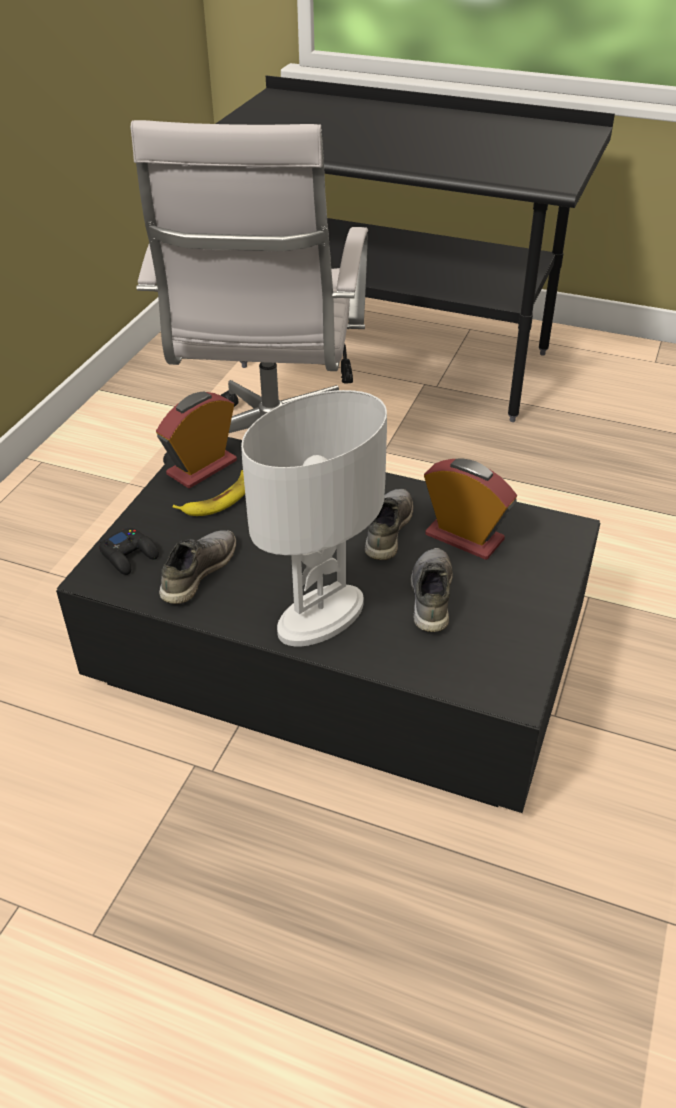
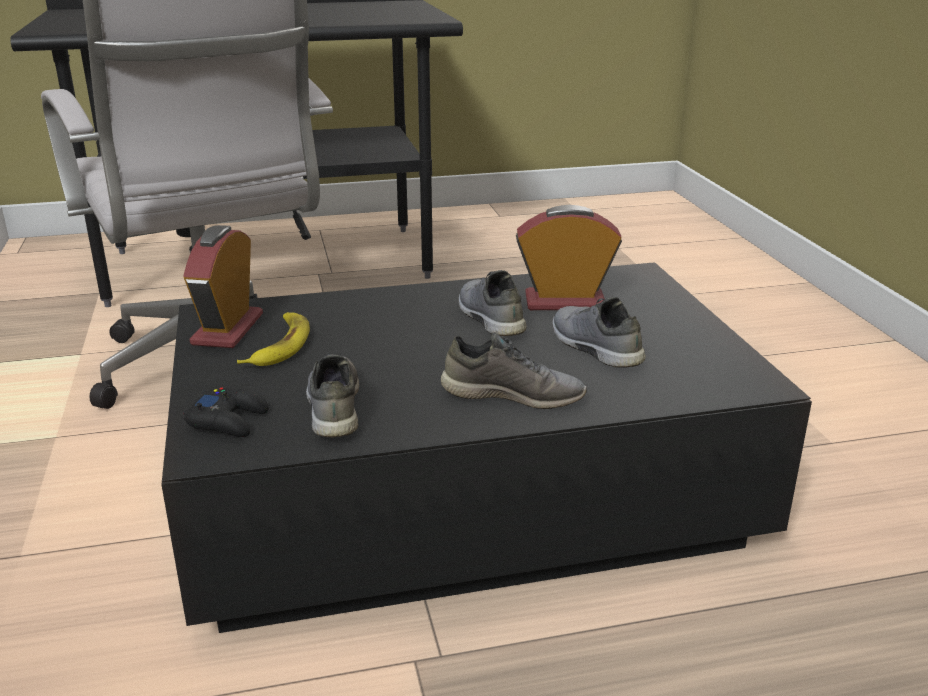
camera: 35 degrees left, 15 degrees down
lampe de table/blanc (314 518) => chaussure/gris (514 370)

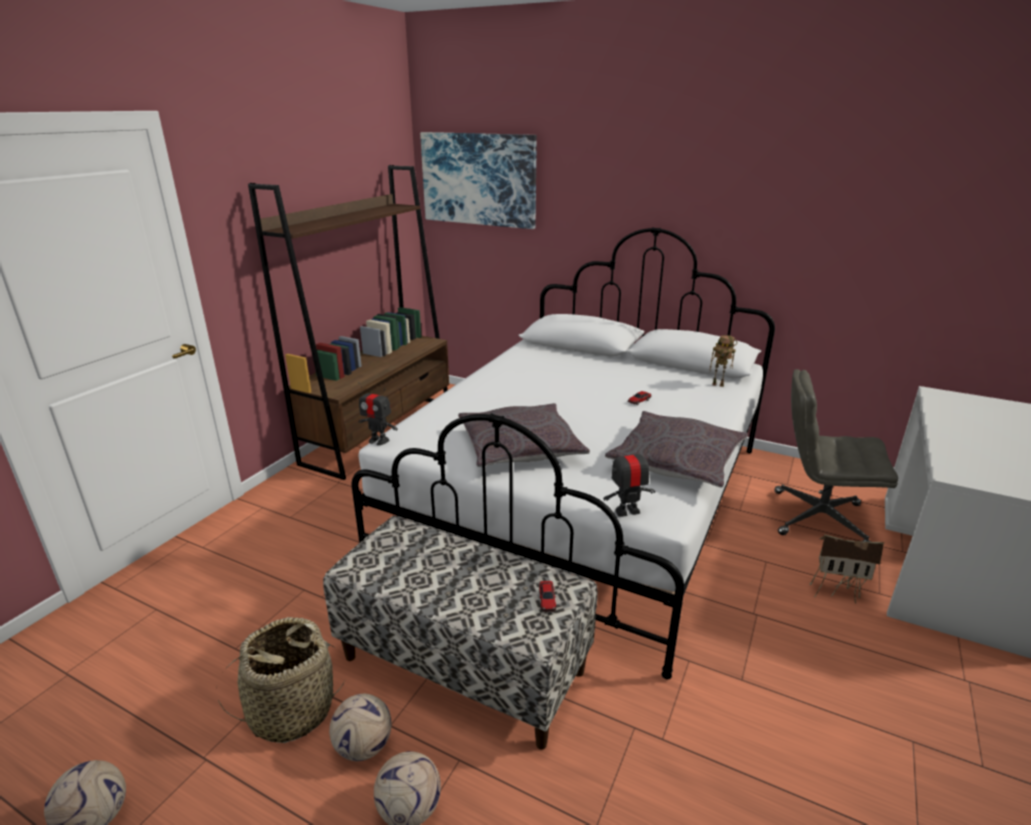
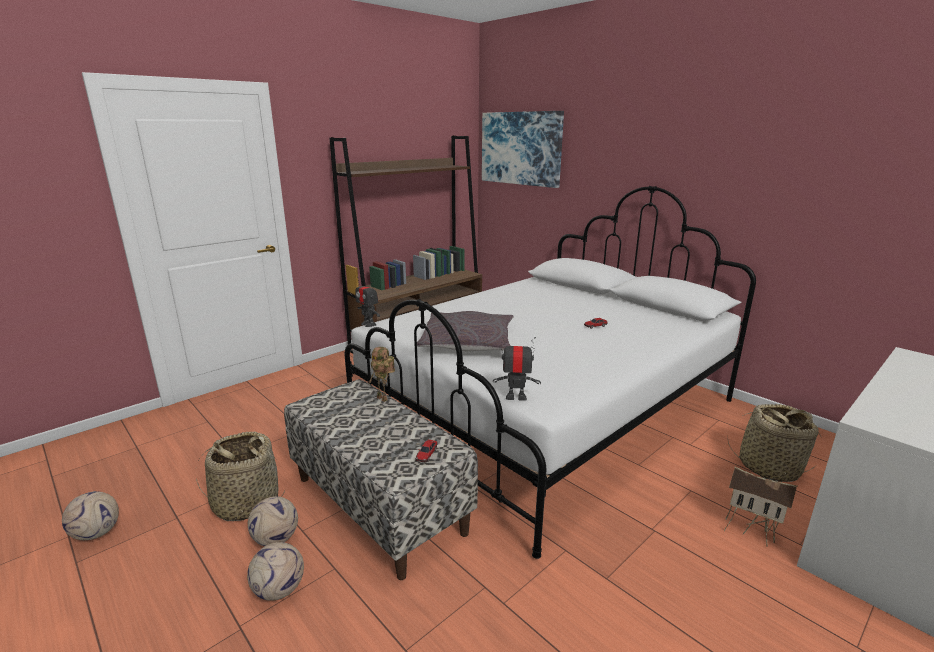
camera: 20 degrees right, 5 degrees down
coussin/gris (676 449) => nothing
robot jouet (723 361) => robot jouet (381 374), relocated
chaise de bureau/gris (836 455) => panier (774 443)

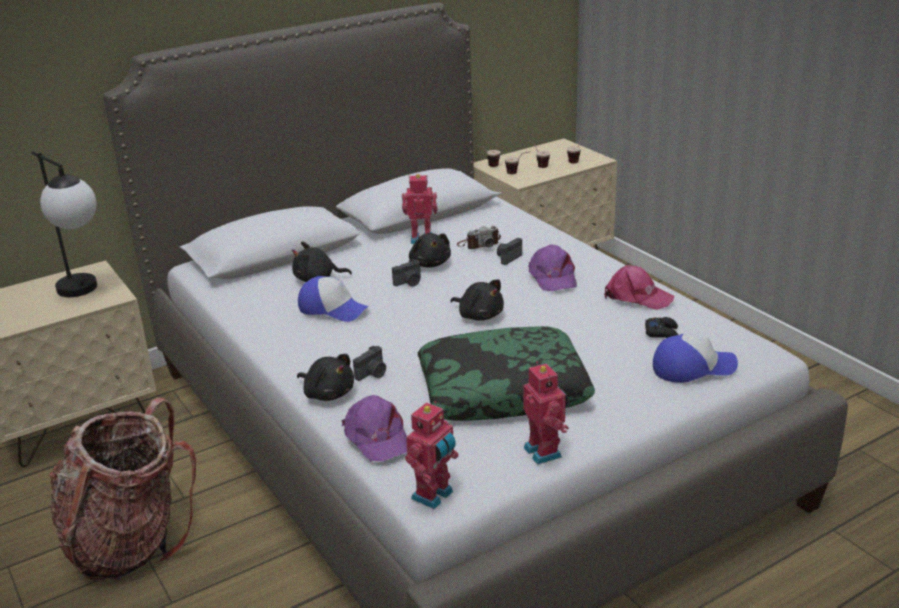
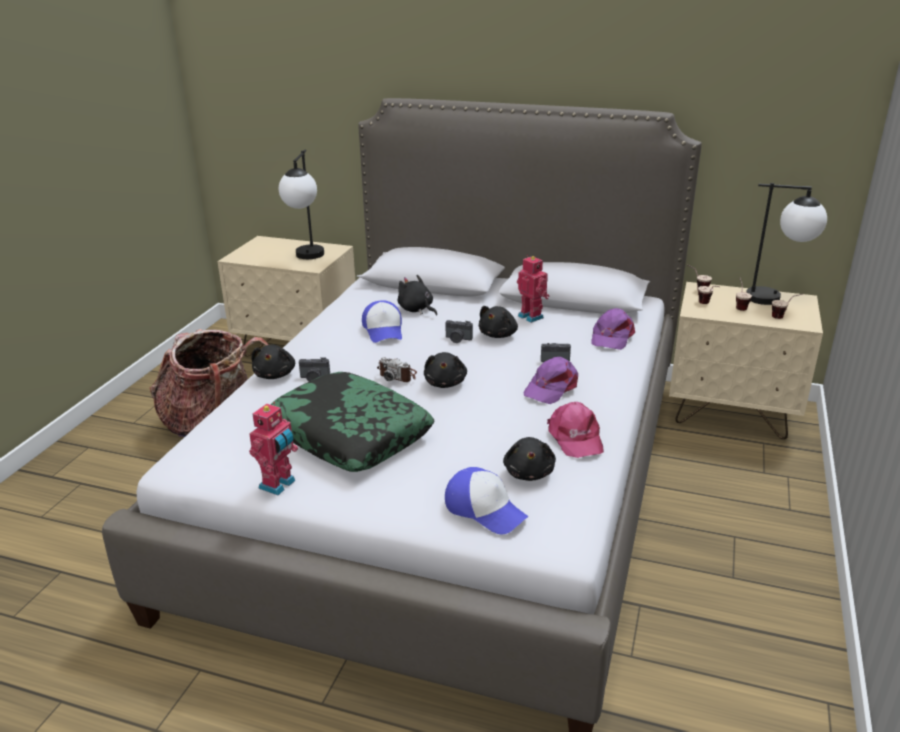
camera: 50 degrees right, 0 degrees up
robot jouet (432 455) => nothing
nothing => lampe de table (786 244)
casquette/violet (374 428) => casquette/violet (613 329), relocated
appareil photo (479 237) => appareil photo (397 369), relocated
manette/noir (661 327) => peluche/noir (529 459)

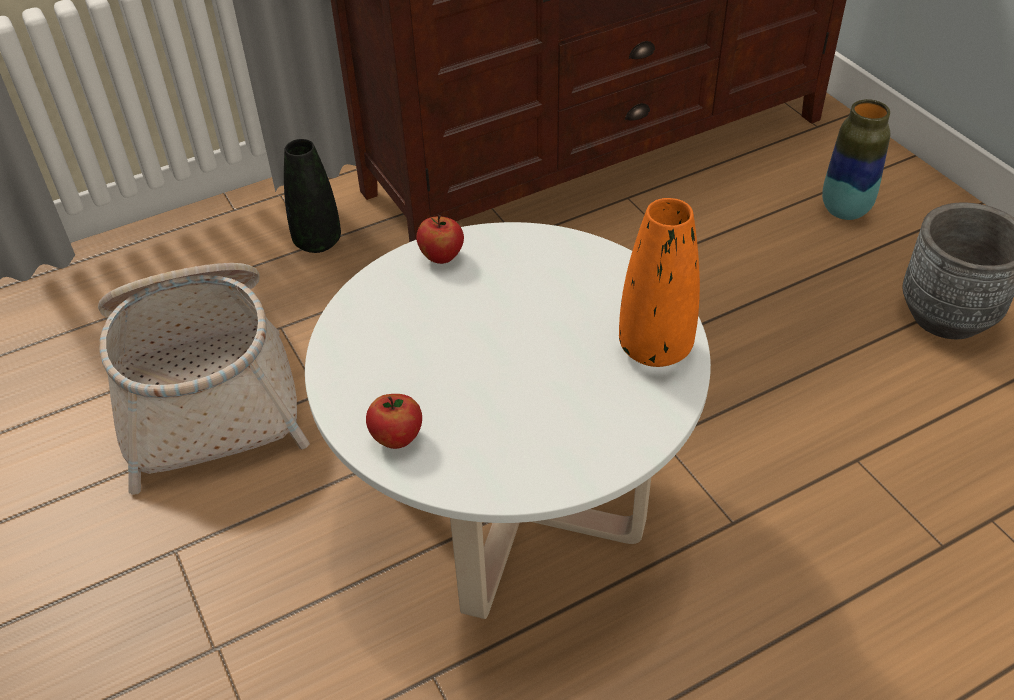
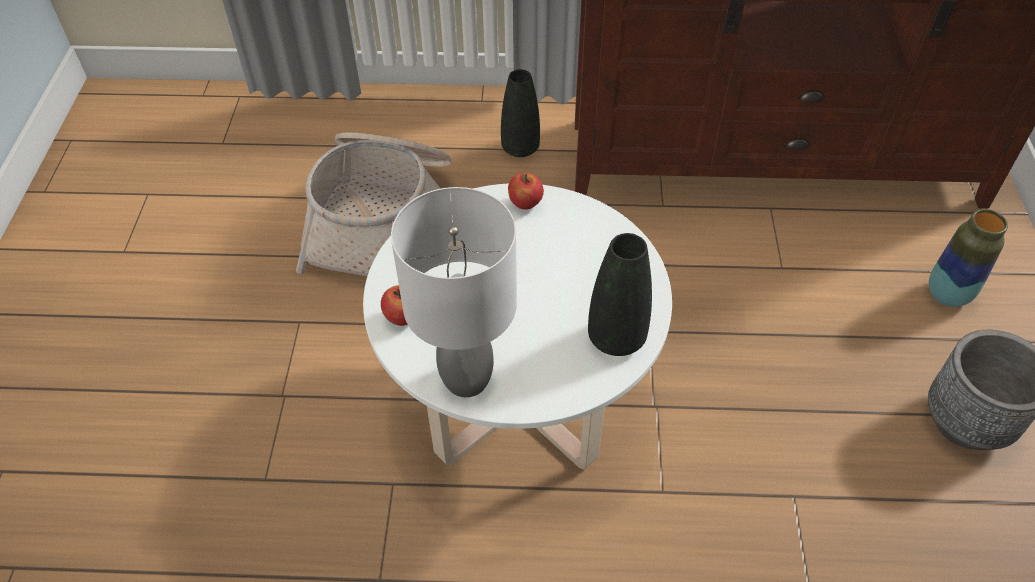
camera: 30 degrees right, 5 degrees up
nothing => lampe de table/gris (454 292)
vase/orange (659 282) => vase/noir (620 294)

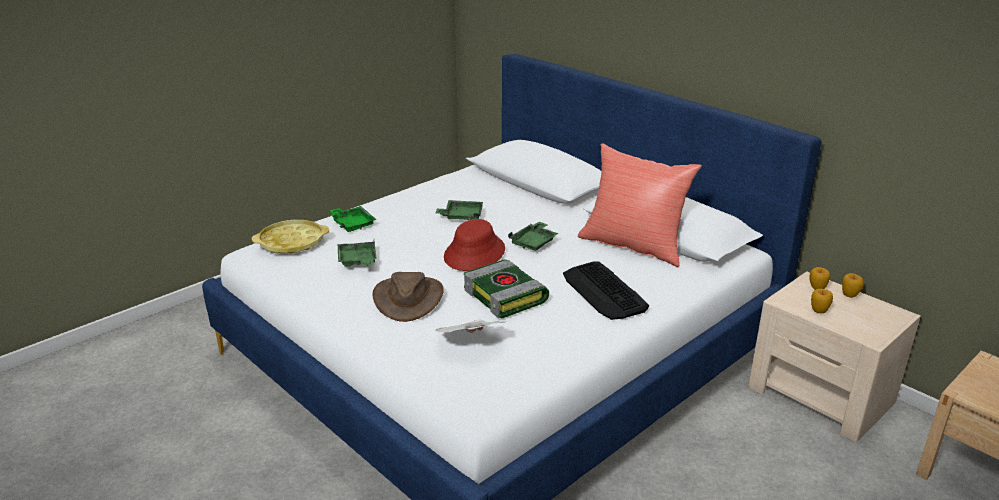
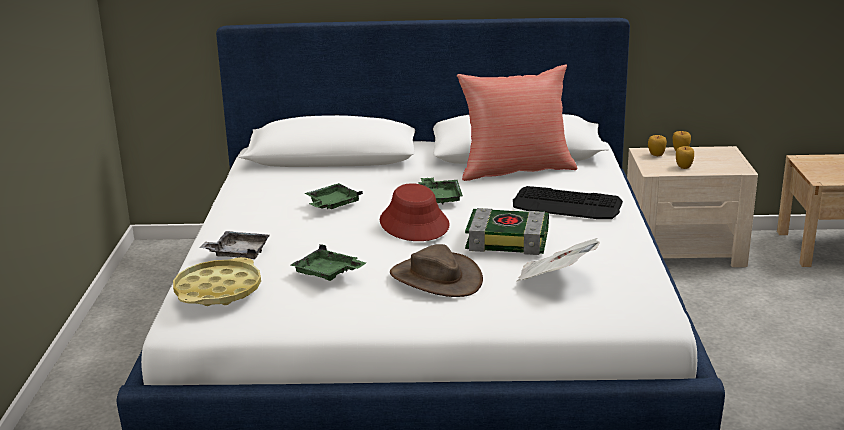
camera: 45 degrees left, 5 degrees down
plateau/vert (352 219) => plateau/gris (235 245)

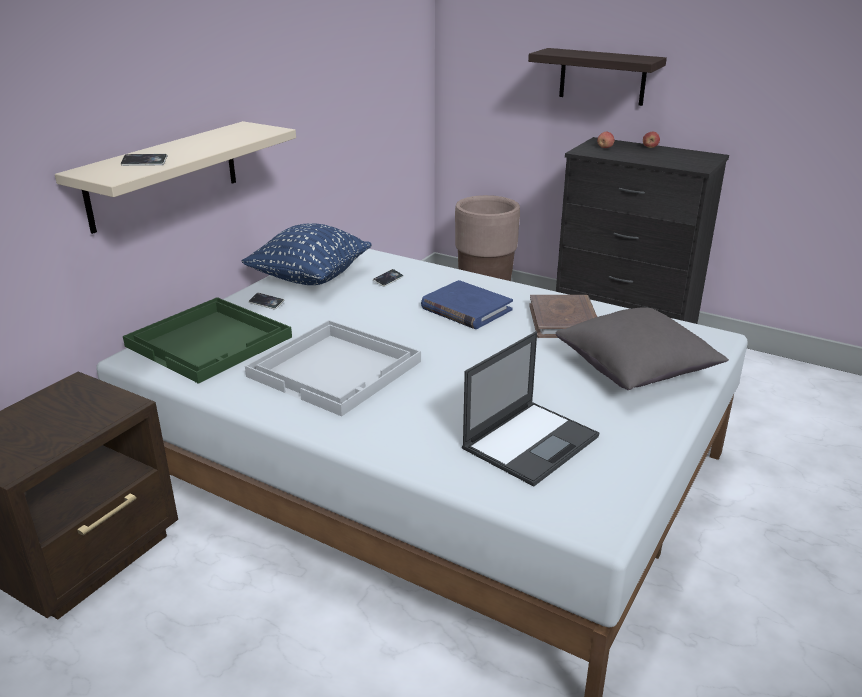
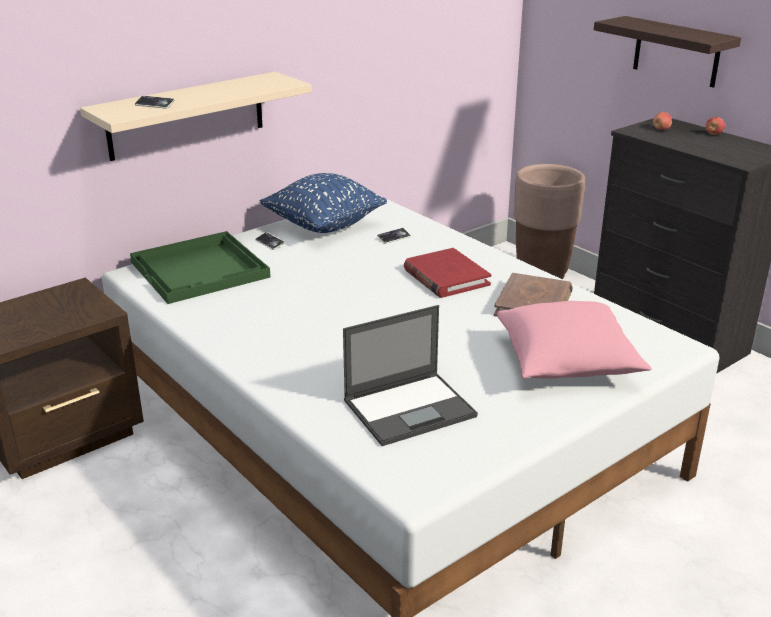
camera: 20 degrees right, 0 degrees up
plateau/blanc (333 368) => nothing
livre/bleu (467 304) => livre/rouge (447 273)
coussin/gris (642 348) => coussin/rose (574 340)

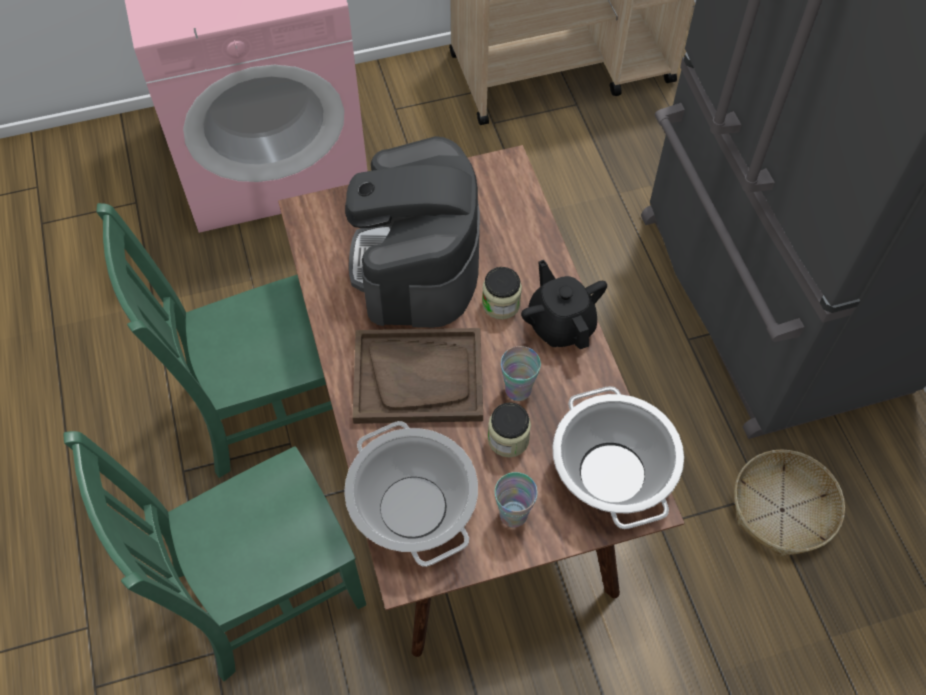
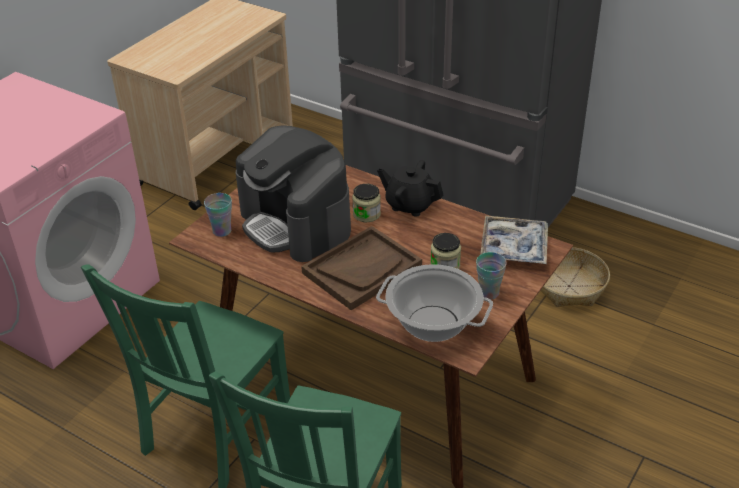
camera: 40 degrees left, 20 degrees down
tasse (521 373) => tasse (218 215), relocated
marmite (618 457) => plateau (514 240)

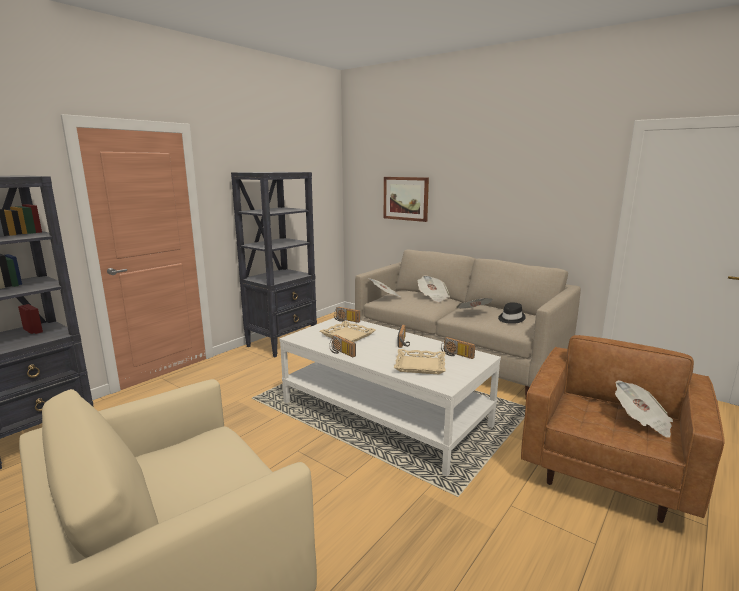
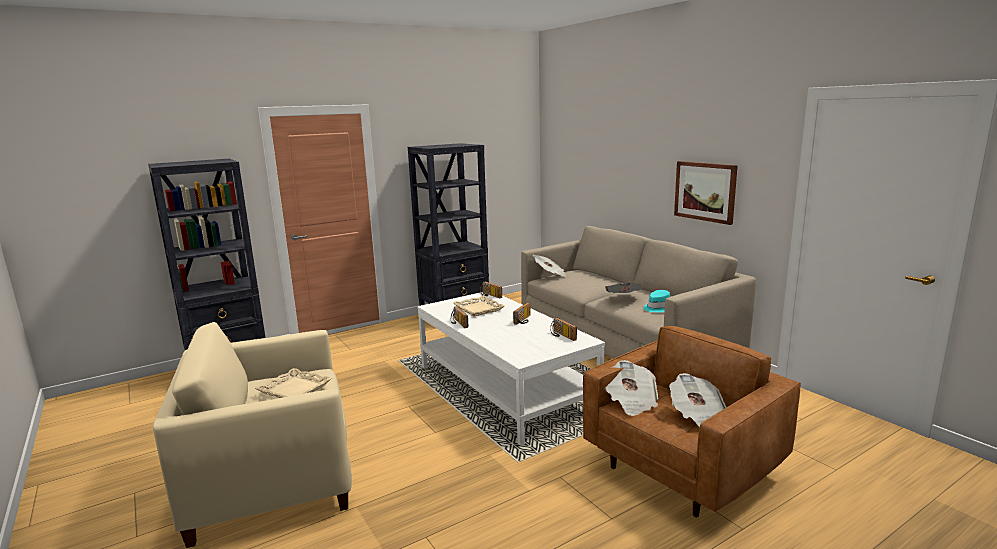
camera: 20 degrees right, 0 degrees up
tableau (406 199) => tableau (706 193), relocated
plateau/beige (420 361) => plateau/beige (293 383), relocated
journal (433 288) => journal (631 388), relocated
chapeau/noir (512 313) => chapeau/turquoise (656 301)

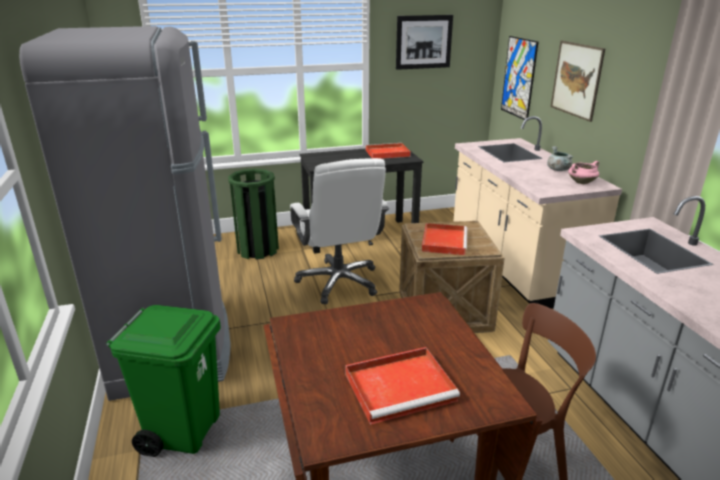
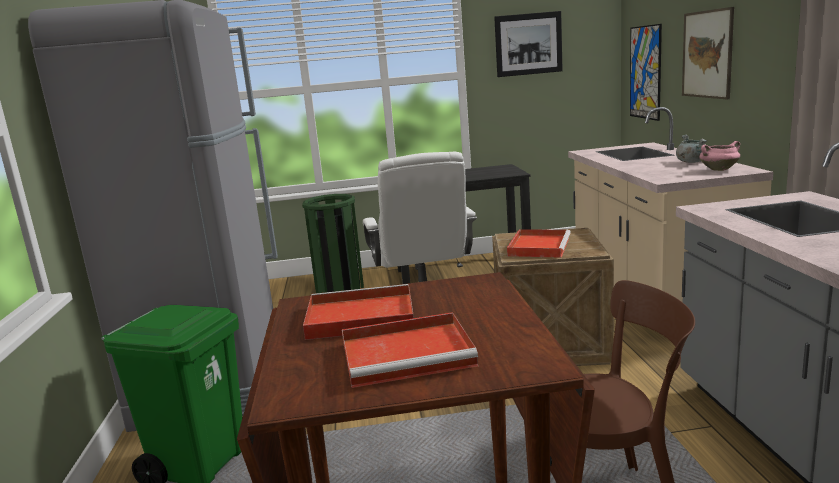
camera: 10 degrees right, 10 degrees down
plateau/rouge (388 151) => plateau/rouge (358 312), relocated

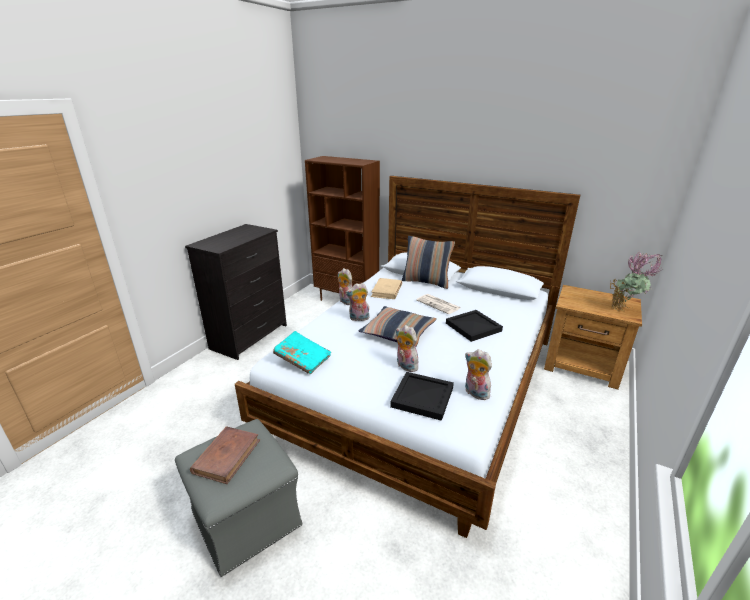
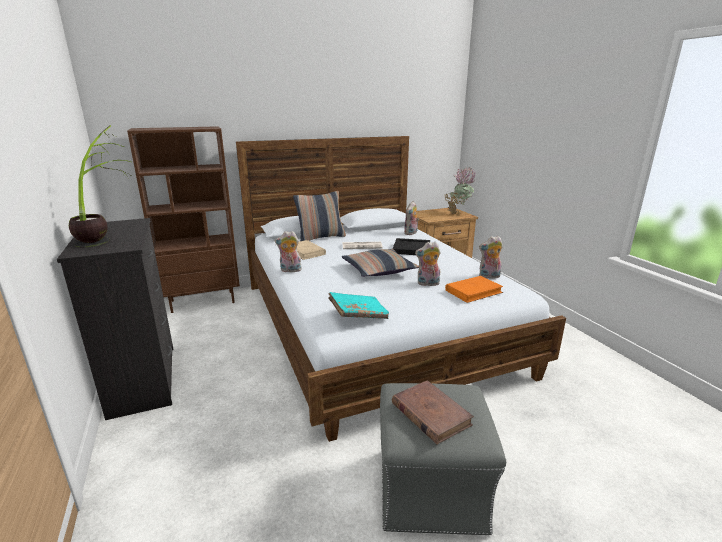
camera: 50 degrees left, 5 degrees down
nothing => plante en pot (99 186)
peluche (357 302) => peluche (411 218), relocated
plateau/noir (422 396) => livre/orange (474 289)

